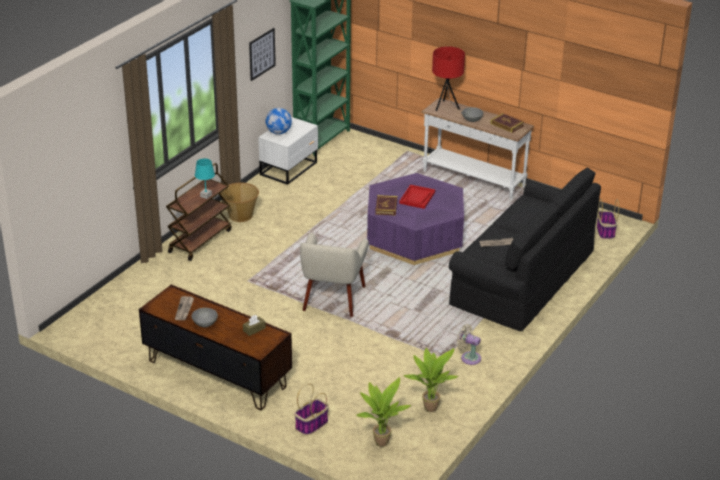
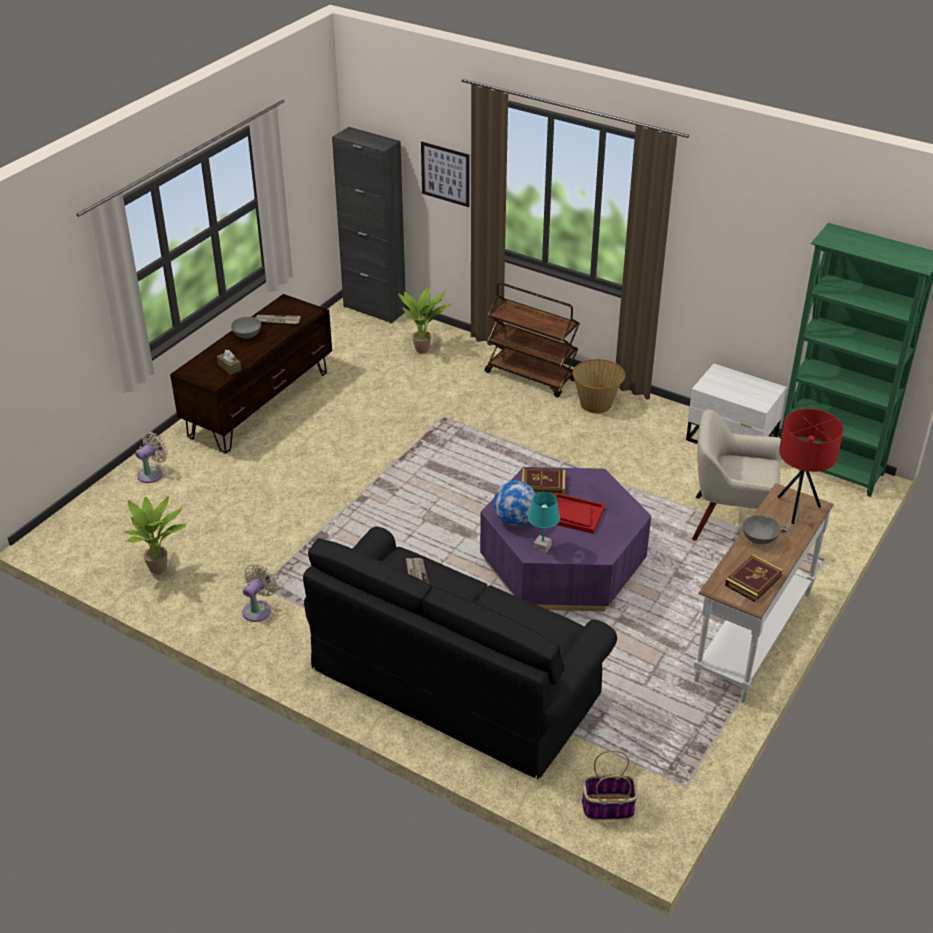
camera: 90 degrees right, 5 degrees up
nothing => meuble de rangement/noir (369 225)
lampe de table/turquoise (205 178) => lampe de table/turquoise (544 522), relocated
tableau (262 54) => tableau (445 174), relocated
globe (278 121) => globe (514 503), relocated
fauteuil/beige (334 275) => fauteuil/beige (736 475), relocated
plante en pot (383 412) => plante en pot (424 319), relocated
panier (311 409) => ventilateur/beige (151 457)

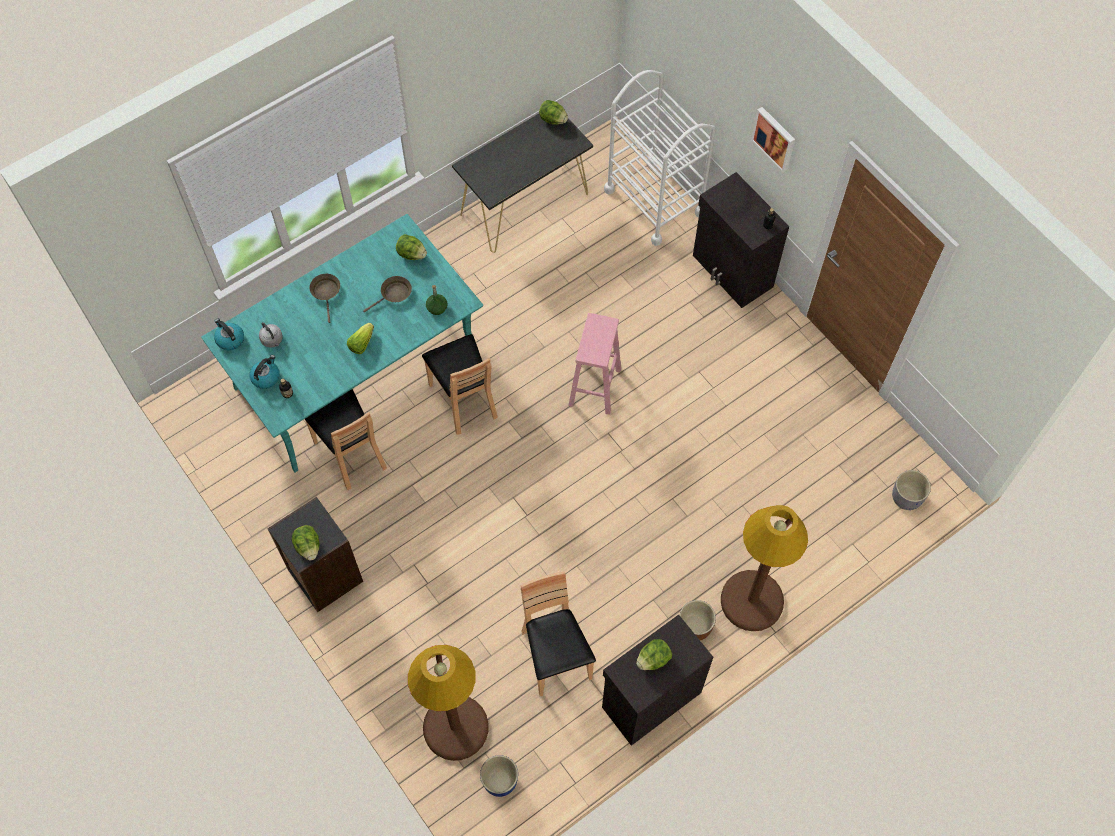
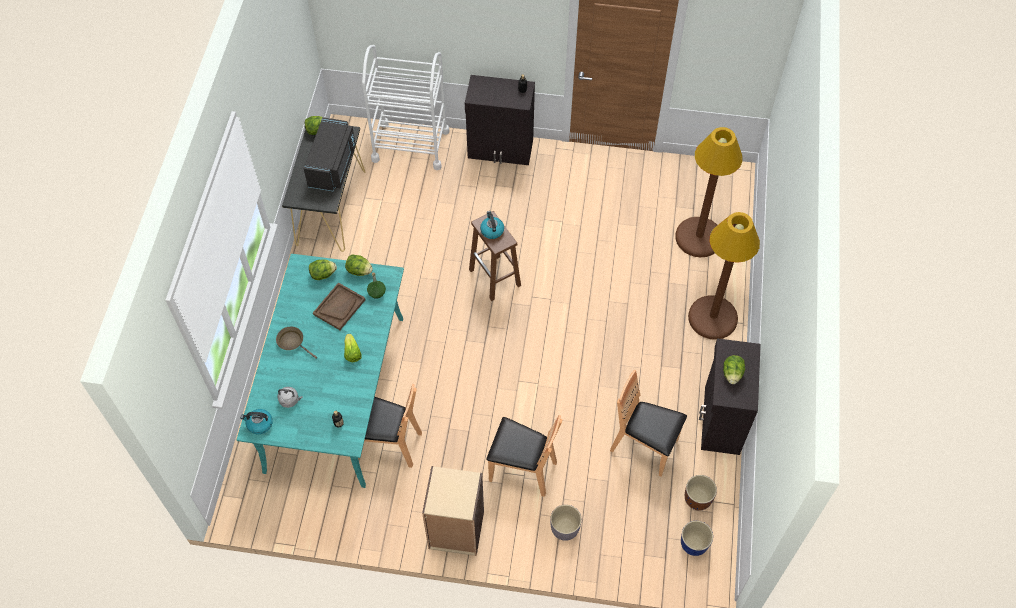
camera: 45 degrees left, 5 degrees down
tableau (773 139) => nothing
nothing => micro-ondes/noir (330 154)
bouilloire (264 372) => bouilloire (492 225), relocated
laitue (305 543) => laitue (359 265), relocated
lampadaire/marron (448 703) => lampadaire/marron (708 192), relocated
chaise/marron (460 384) => chaise/marron (524 456), relocated
cache-pot/marron (698 620) => cache-pot/marron (701 492), relocated
cache-pot/gris (911 490) => cache-pot/gris (566 523), relocated
poêle/marron (387 294) => plateau/marron (339 306)
bibliothèque/noir (315 554) => bibliothèque/beige (453 511)
tabouret/rose (594 364) => tabouret/marron (495 256)

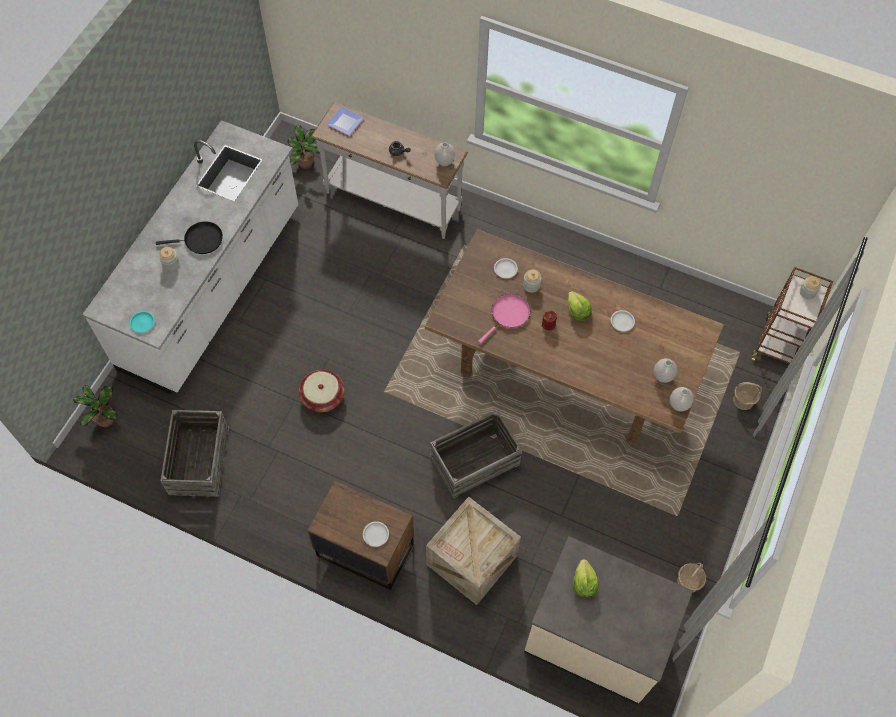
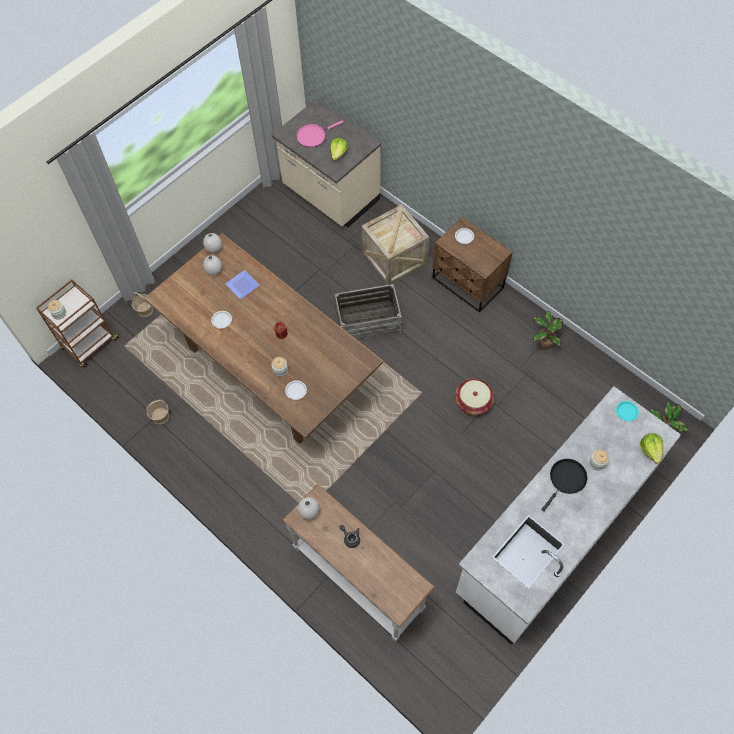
camera: 160 degrees left, 0 degrees up
caisse (194 453) => nothing
plante en pot (303 147) => plante en pot (547 330), relocated
assiette (345 121) => assiette (242 284), relocated
poêle/rose (504 318) => poêle/rose (320 134), relocated
laitue (580 306) => laitue (651 448), relocated
panier (691 578) => panier (157 412), relocated
poêle/noir (189 237) => poêle/noir (564 485), 120 degrees clockwise

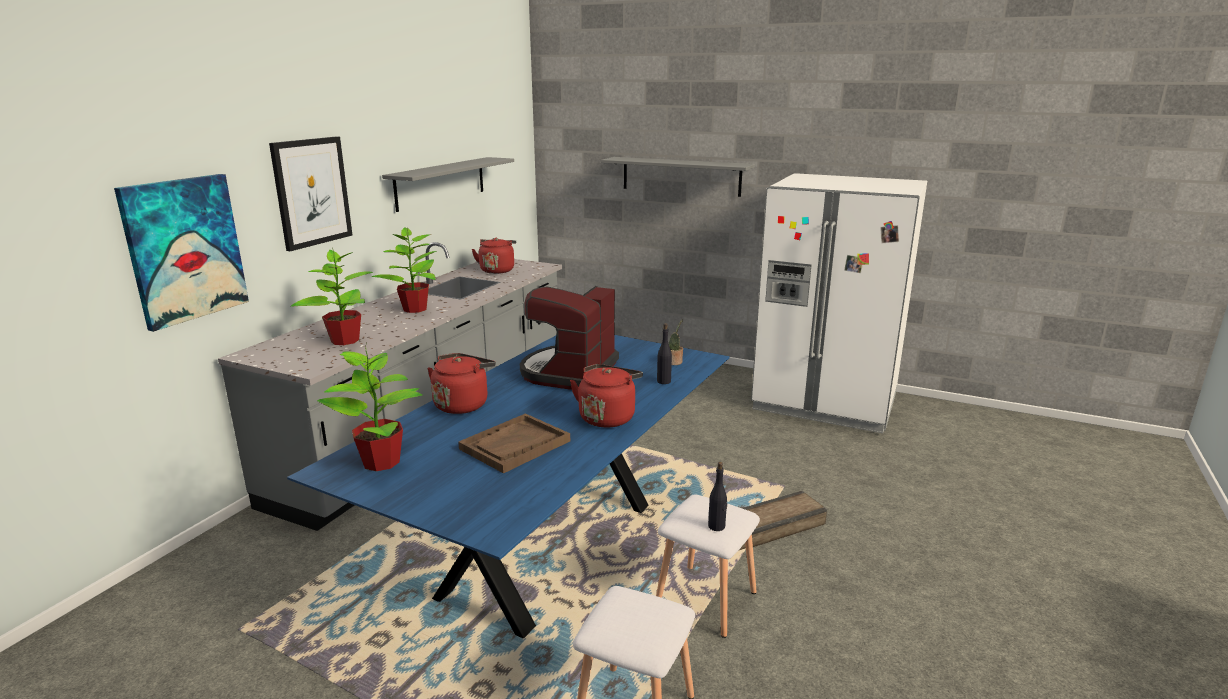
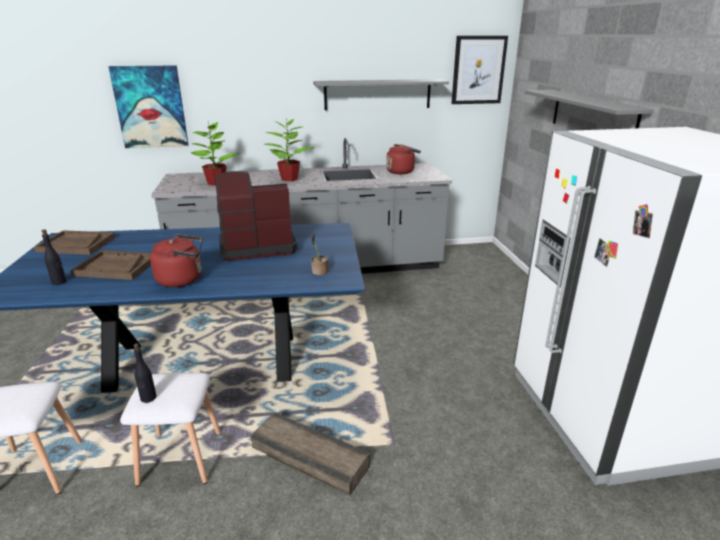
camera: 55 degrees right, 5 degrees up
bouilloire/rouge (461 383) => nothing
tableau (310 193) => tableau (480 70), relocated
bouteille/noir (664 353) => bouteille/noir (54 257), relocated
plante en pot (369 408) => plateau/marron (75 242)

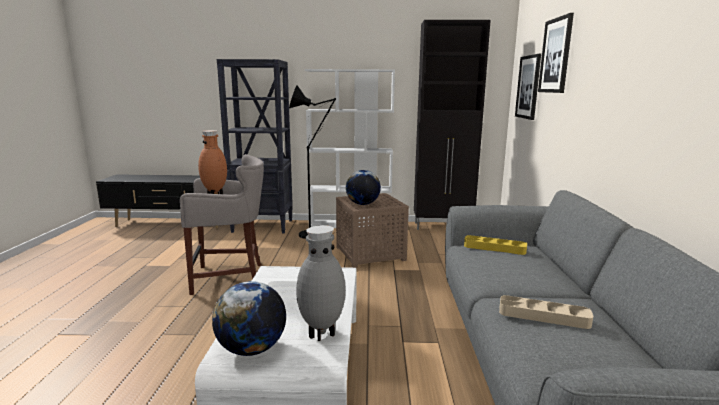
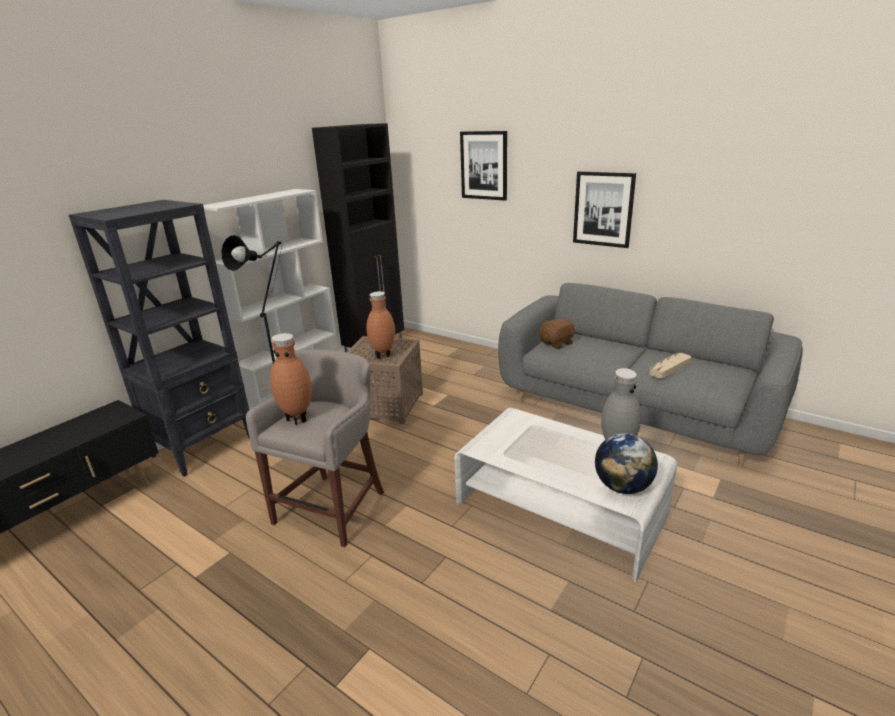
camera: 55 degrees left, 10 degrees up
tableau (528 87) => tableau (604 209), relocated
globe (363 187) => vase/marron (380 325)
plateau/jaune (495 245) => peluche/marron (557 333)

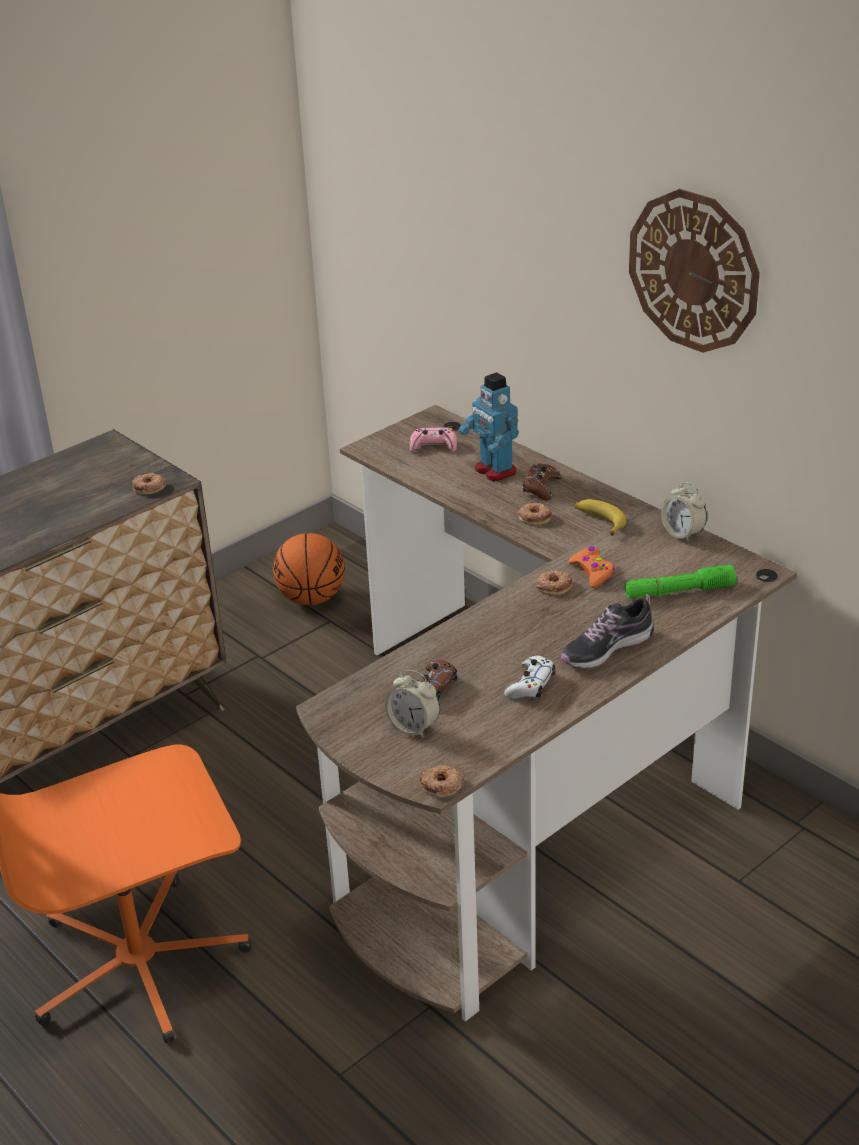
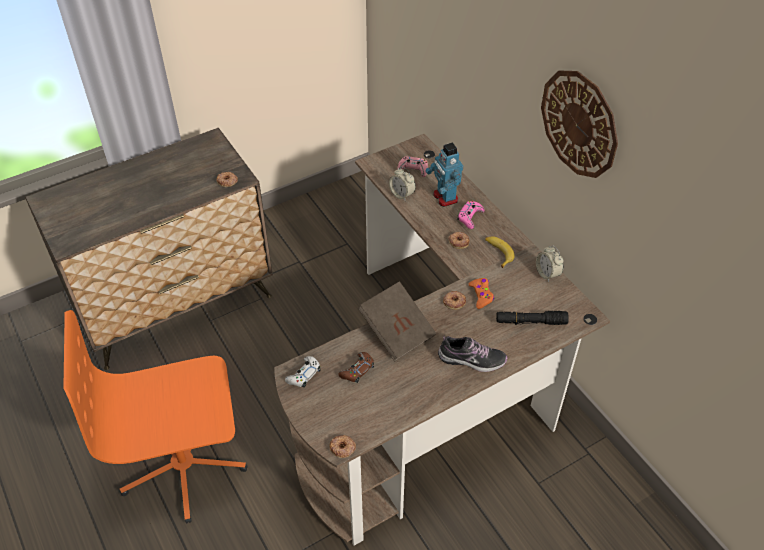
camera: 10 degrees right, 15 degrees up
ballon de basket (309 569) => nothing
nothing => livre/marron (397 321)
réveil (412 704) => réveil (402 183), relocated
manette/blanc (529 677) => manette/blanc (303 372), relocated
manette/marron (542 482) => manette/rose (471 215)
lampe de poche/vert (681 581) => lampe de poche/noir (532 318)
chaussure (607 631) => chaussure (472 354), 150 degrees counterclockwise

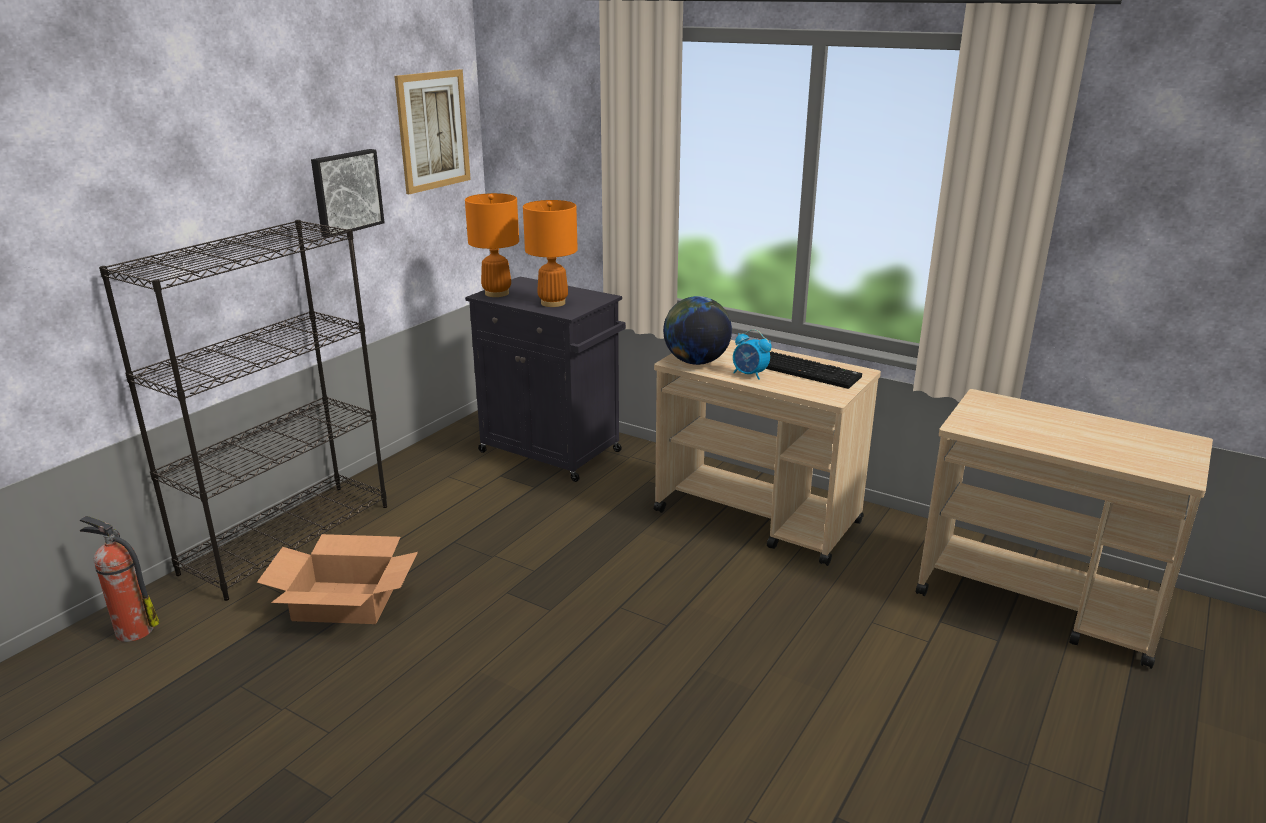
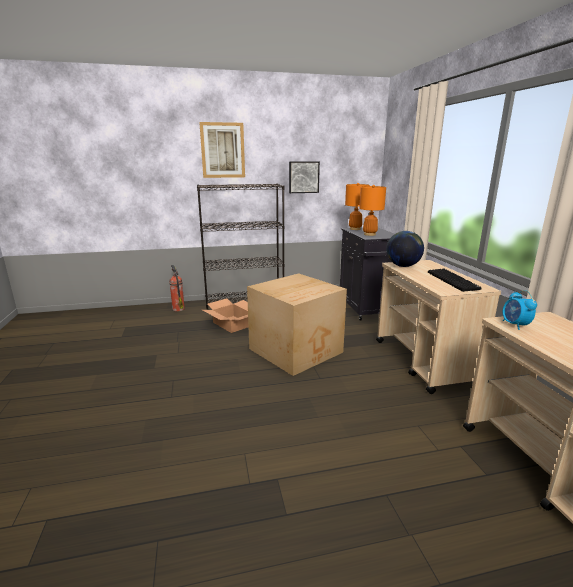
camera: 45 degrees right, 5 degrees down
nothing => carton (297 324)
tableau (432 131) => tableau (222 150), relocated
réveil (752 354) => réveil (520 310), relocated

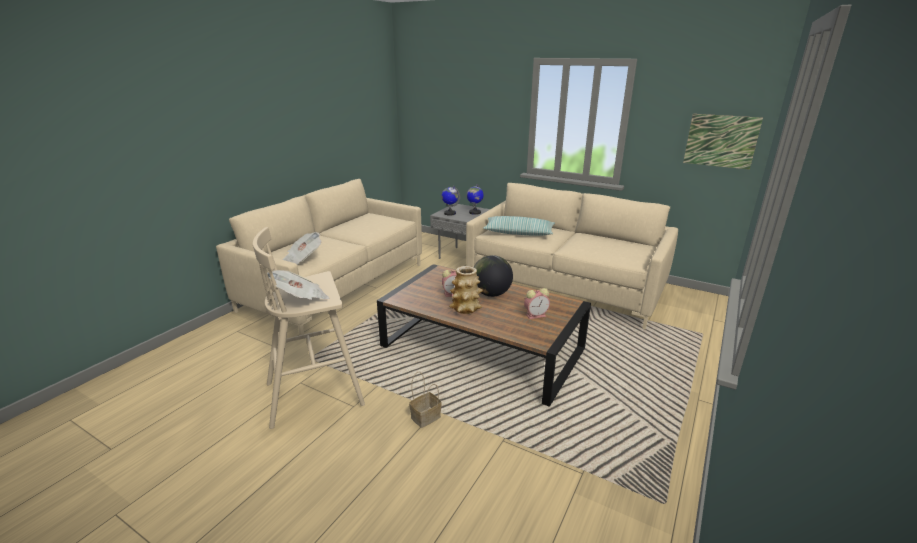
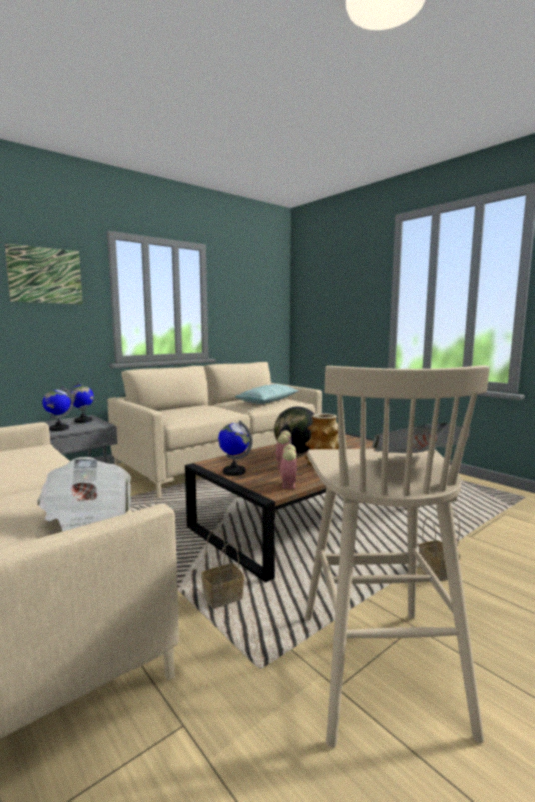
camera: 70 degrees left, 15 degrees down
nothing => panier (222 569)
nothing => globe (235 448)
coussin (519 226) => coussin (266 394), relocated
réveil (537 303) => réveil (287 466), relocated
tableau (723 142) => tableau (44 273), relocated

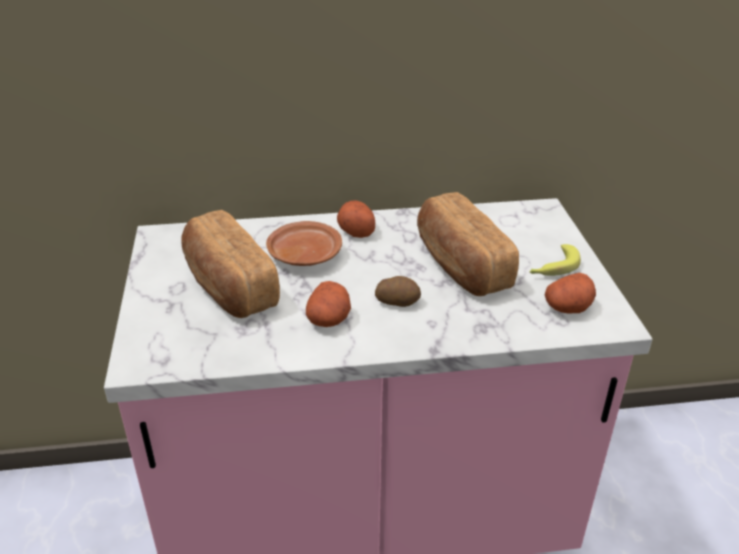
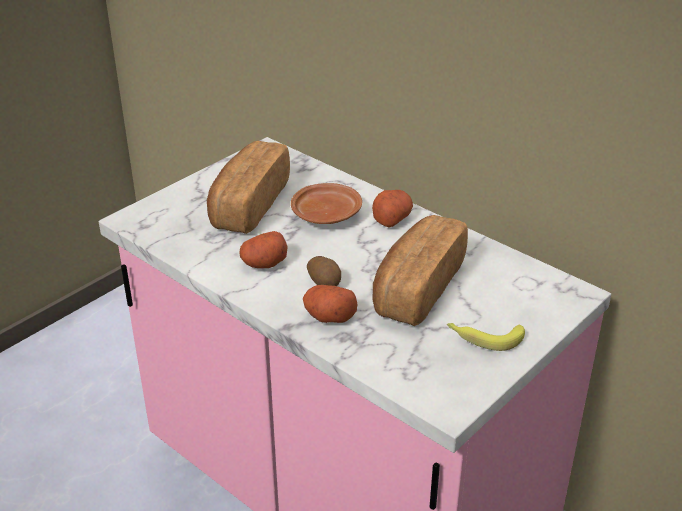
camera: 50 degrees right, 0 degrees up
pomme de terre (570 293) => pomme de terre (330 304), relocated

